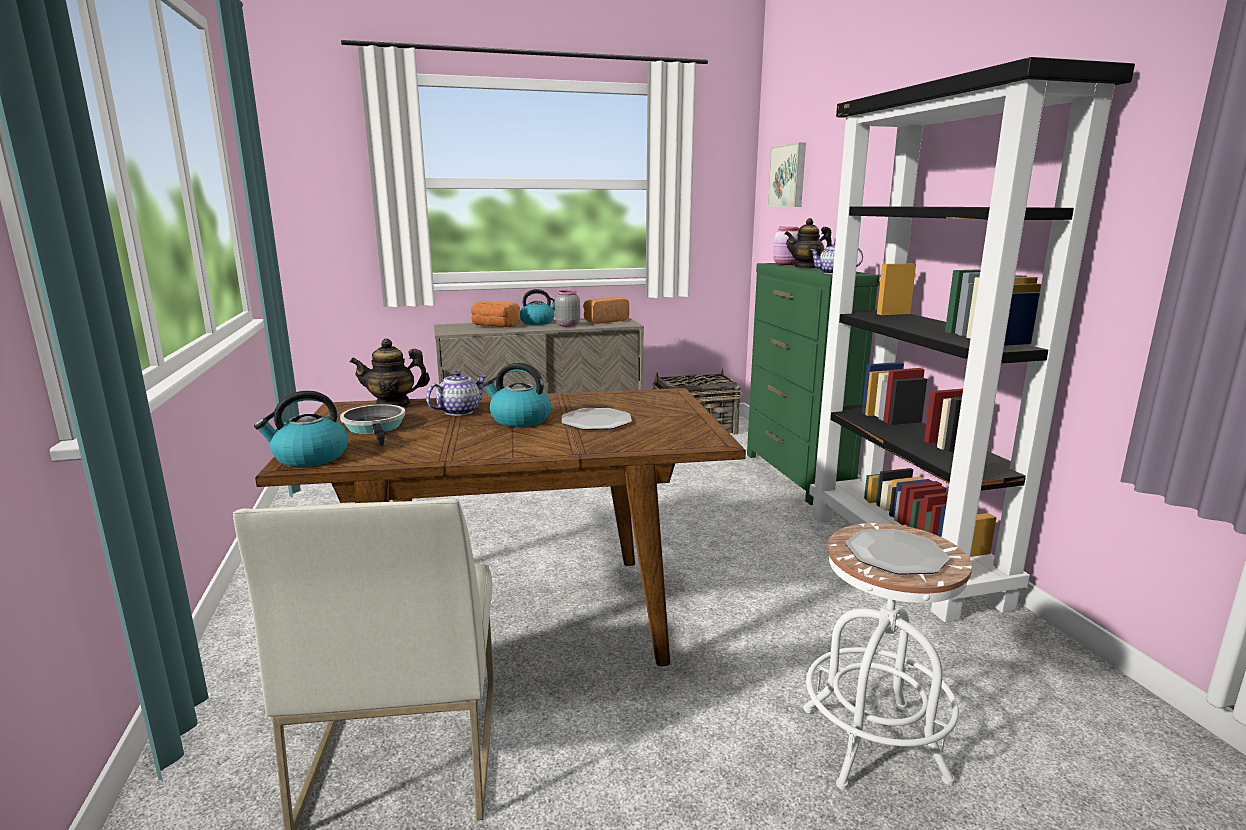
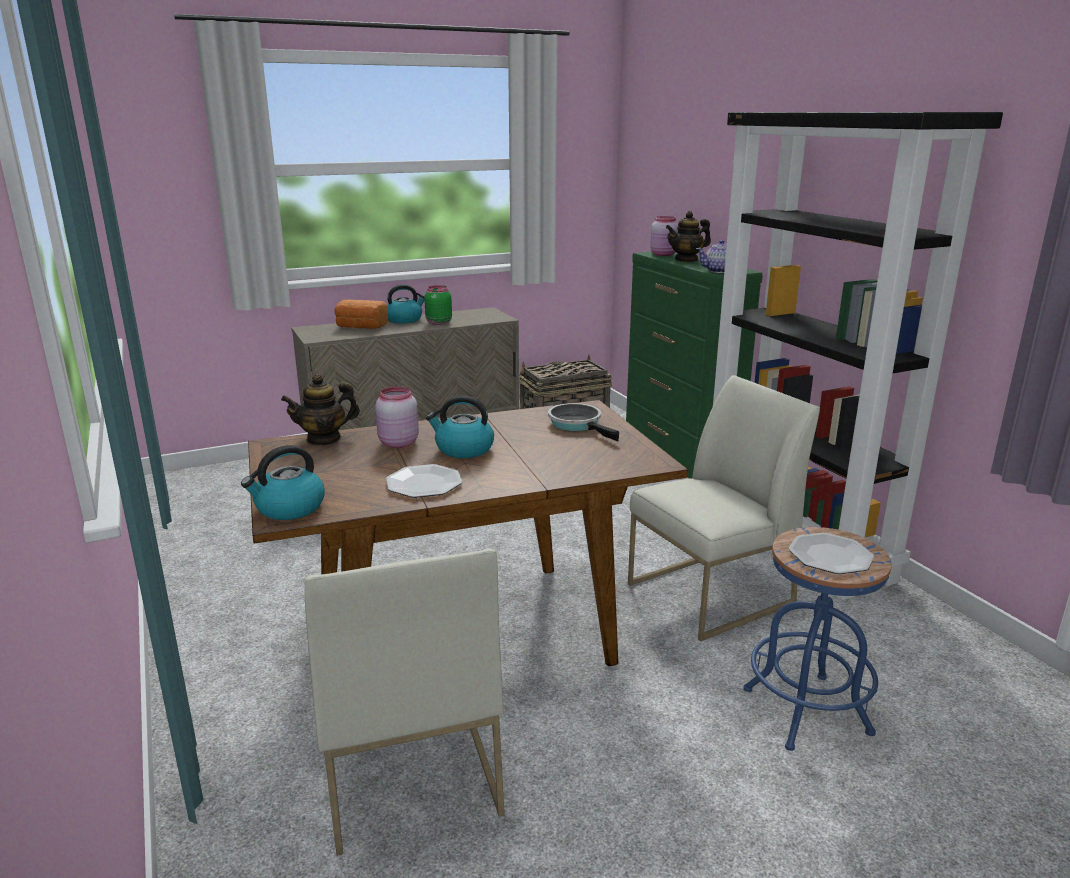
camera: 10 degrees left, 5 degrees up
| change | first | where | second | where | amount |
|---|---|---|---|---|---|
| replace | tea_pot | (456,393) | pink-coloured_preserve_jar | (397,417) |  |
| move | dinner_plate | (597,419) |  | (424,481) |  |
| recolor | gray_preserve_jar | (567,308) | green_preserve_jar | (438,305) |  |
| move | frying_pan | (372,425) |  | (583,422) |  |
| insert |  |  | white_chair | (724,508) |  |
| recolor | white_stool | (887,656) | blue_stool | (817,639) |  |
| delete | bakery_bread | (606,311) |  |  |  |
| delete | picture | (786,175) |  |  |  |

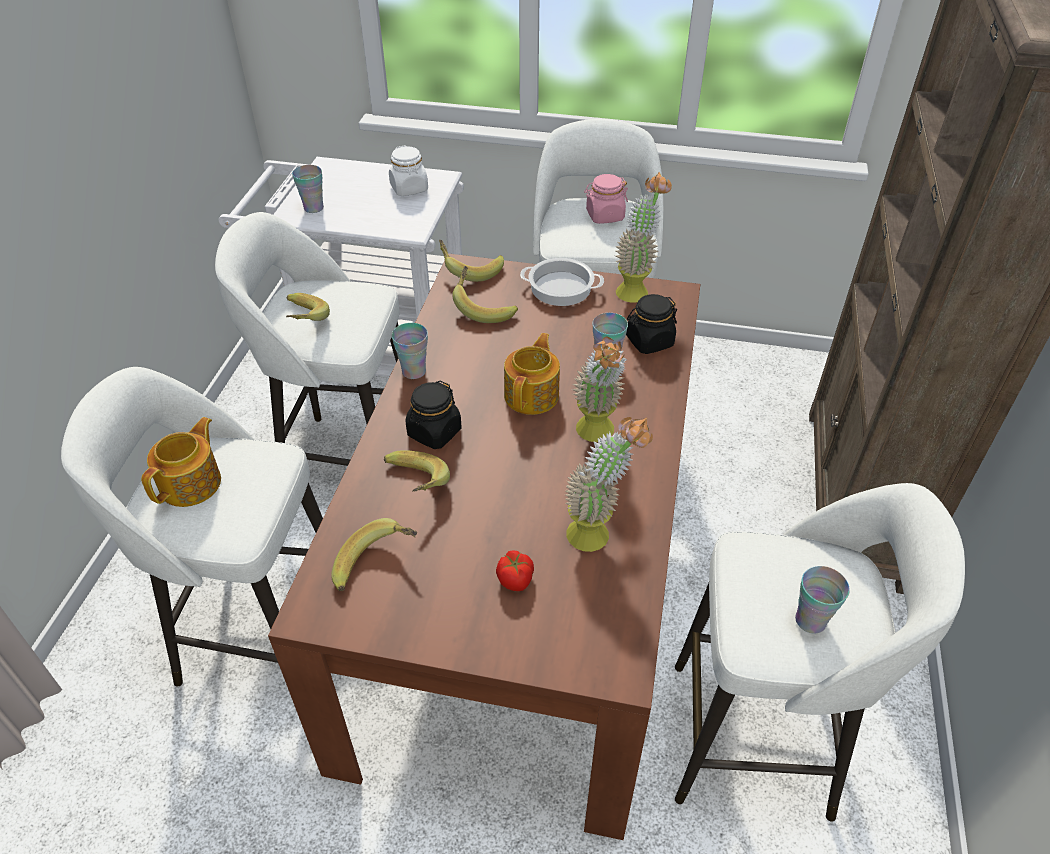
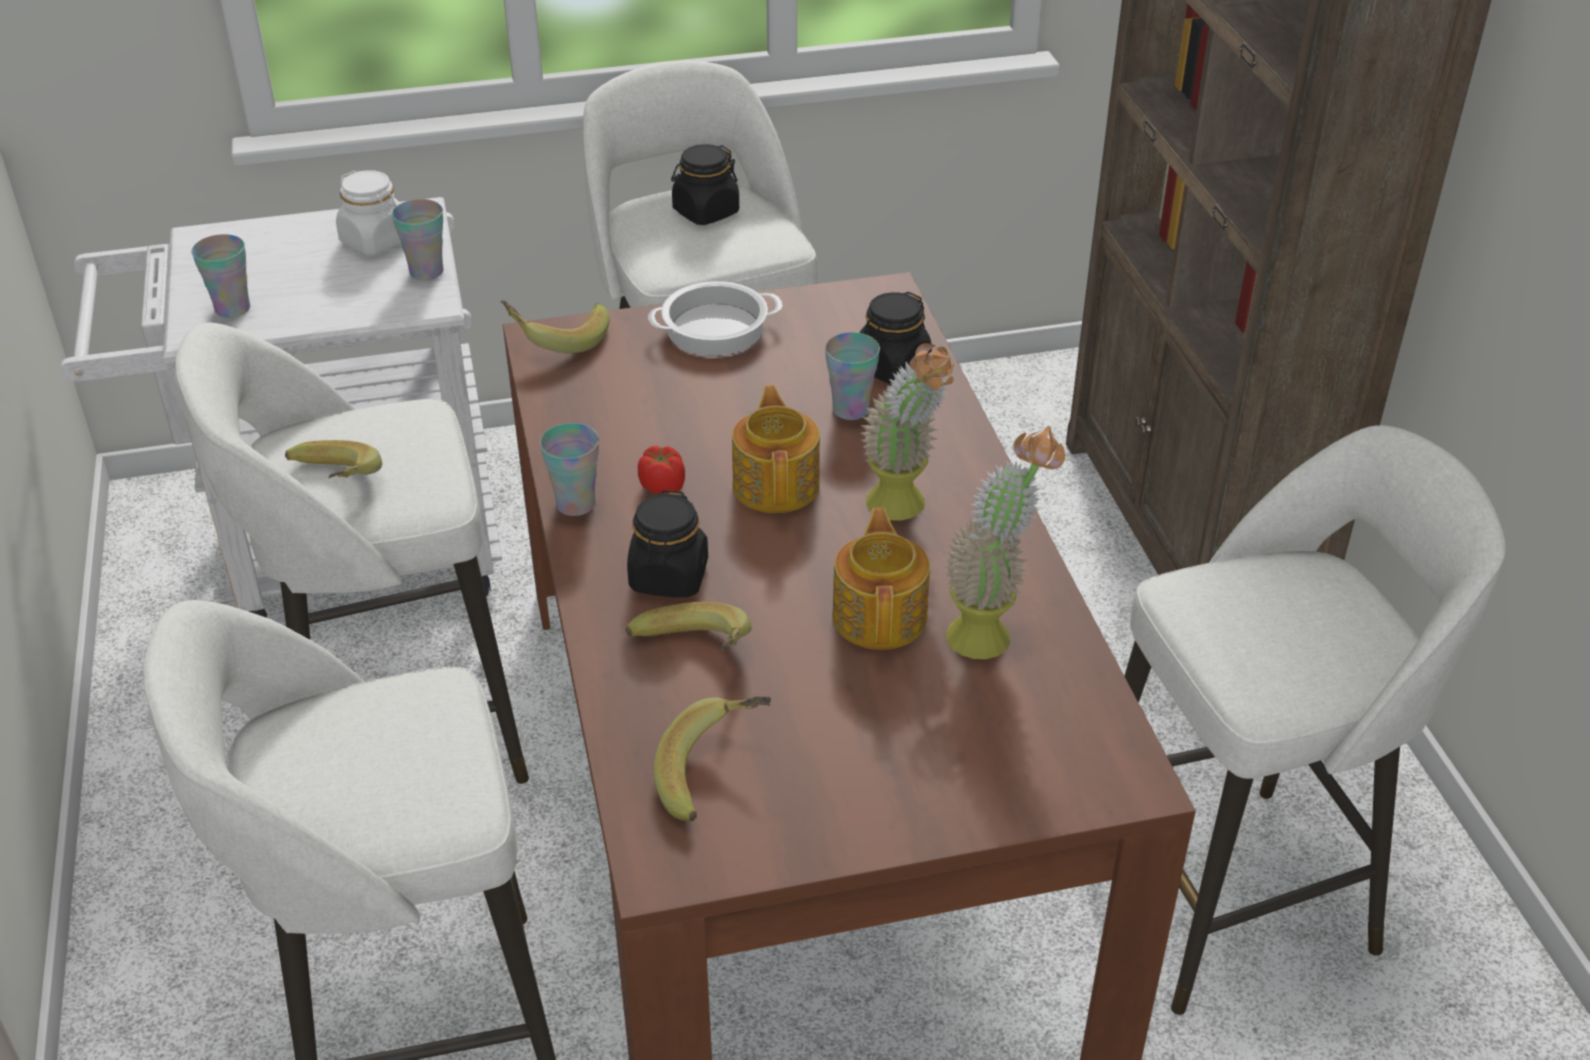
camera: 25 degrees left, 5 degrees down
| change | first | where | second | where | amount |
|---|---|---|---|---|---|
| move | drinking_cup | (822,600) |  | (418,239) |  |
| move | fresh_tomato | (515,570) |  | (661,470) |  |
| recolor | pink-coloured_preserve_jar | (606,199) | black-coloured_preserve_jar | (705,184) |  |
| move | tea_pot | (181,462) |  | (881,579) |  |
| delete | banana | (485,294) |  |  |  |
| delete | houseplant | (643,237) |  |  |  |

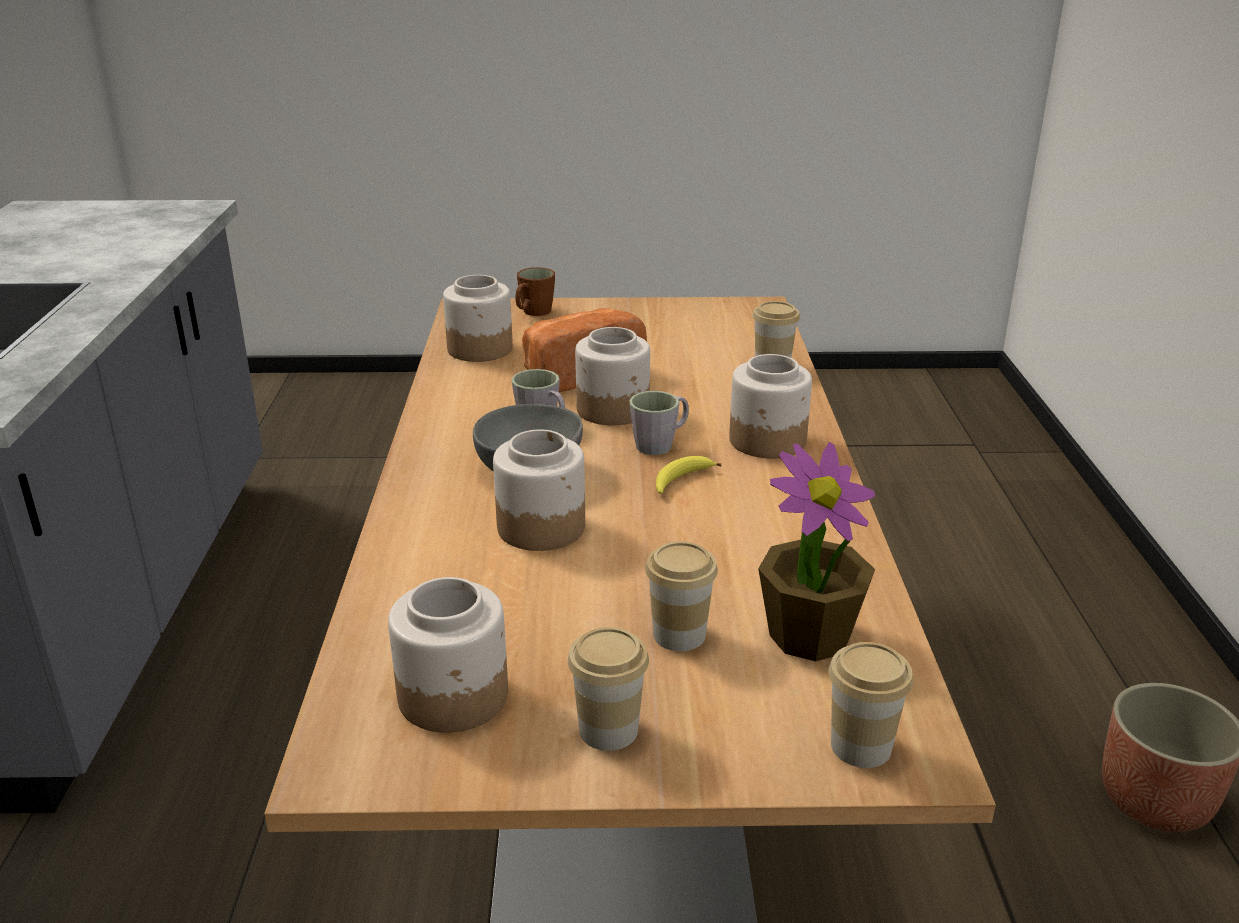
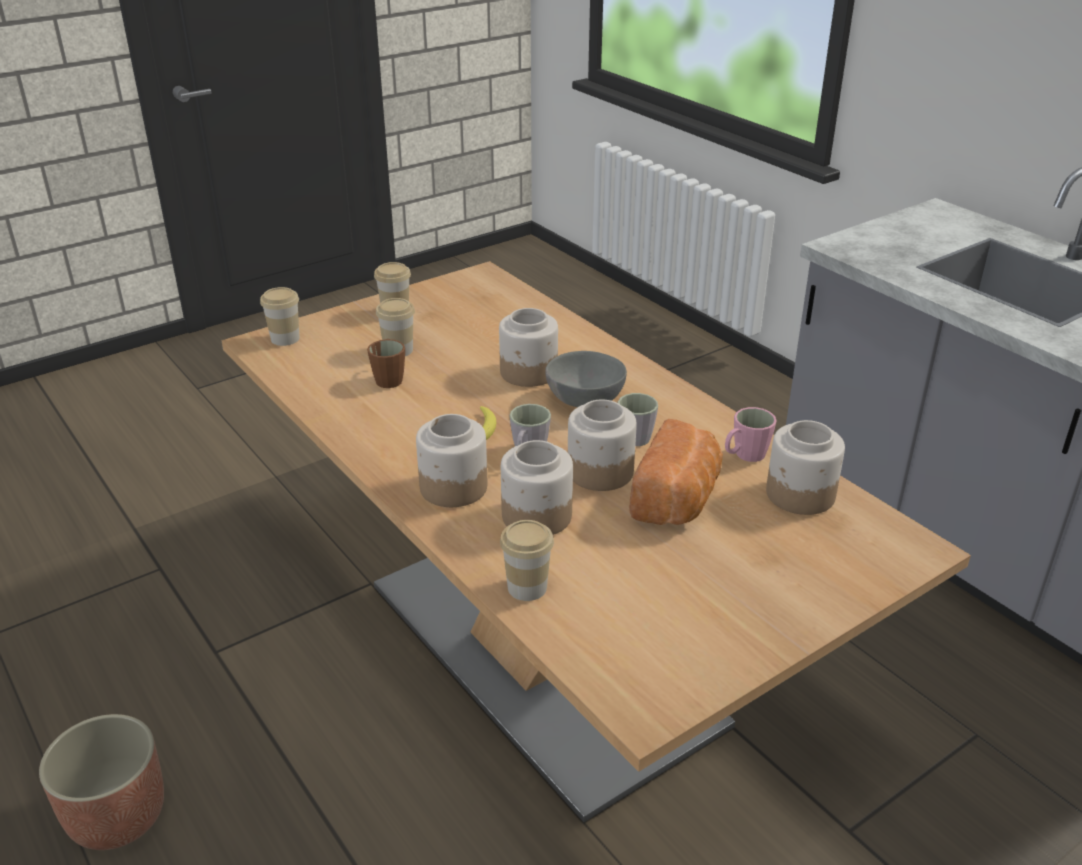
camera: 145 degrees right, 5 degrees up
| change | first | where | second | where | amount |
|---|---|---|---|---|---|
| move | brown-coloured_coffee_mug | (535,291) |  | (386,363) |  |
| move | preserve_jar | (448,655) |  | (537,487) |  |
| insert |  |  | pink-coloured_coffee_mug | (751,434) |  |
| delete | houseplant | (816,551) |  |  |  |

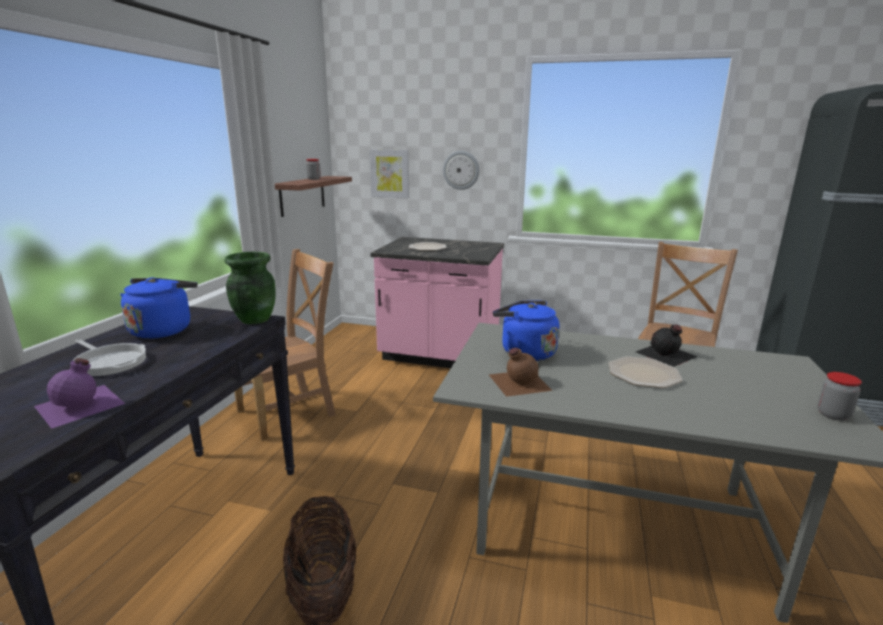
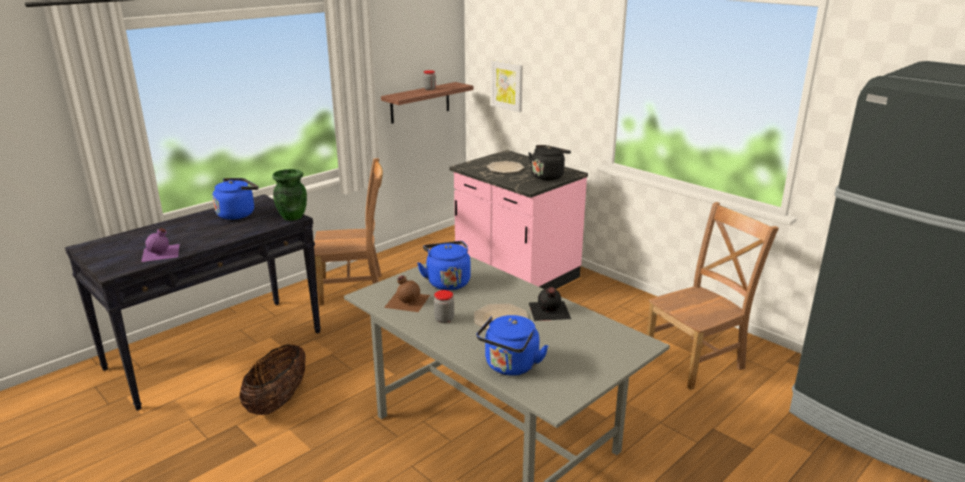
camera: 30 degrees right, 5 degrees up
| change | first | where | second | where | amount |
|---|---|---|---|---|---|
| move | preserve_jar | (839,396) |  | (444,306) |  |
| insert |  |  | blue_tea_kettle | (512,345) |  |
| insert |  |  | black-coloured_tea_kettle | (549,162) |  |
| delete | frying_pan | (109,357) |  |  |  |
| delete | hanging_clock | (461,170) |  |  |  |

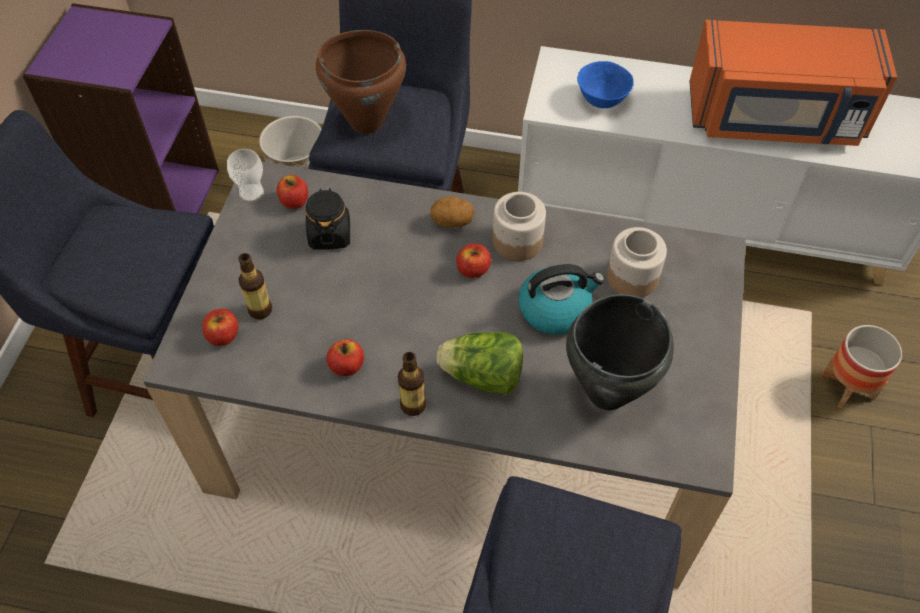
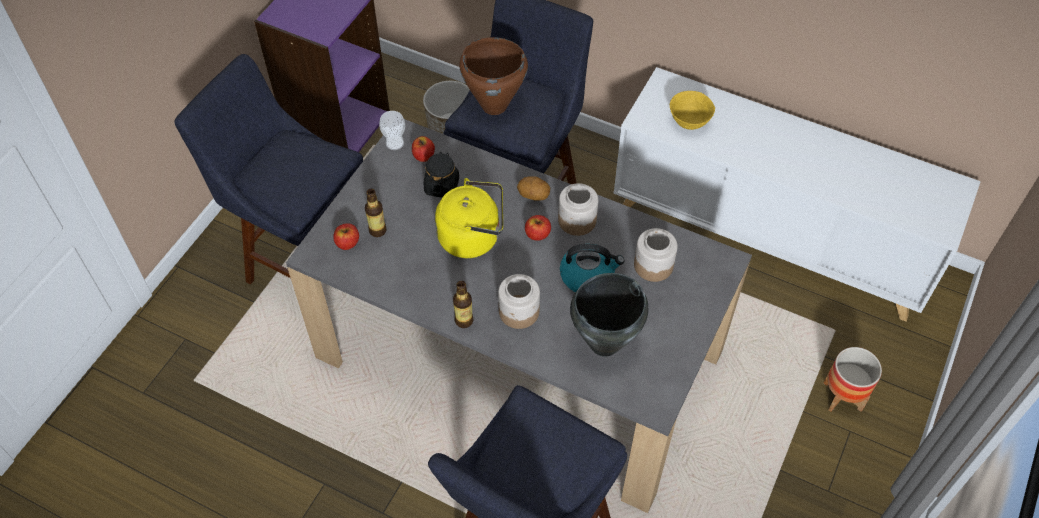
camera: 15 degrees right, 0 degrees up
| change | first | where | second | where | amount |
|---|---|---|---|---|---|
| insert |  |  | yellowish_tea_kettle | (469,218) |  |
| replace | head_of_lettuce | (480,363) | preserve_jar | (519,301) |  |
| recolor | blue_deep_dish | (605,84) | yellowish_deep_dish | (692,110) |  |
| delete | apple | (345,357) |  |  |  |
| delete | orangey_microwave | (793,83) |  |  |  |

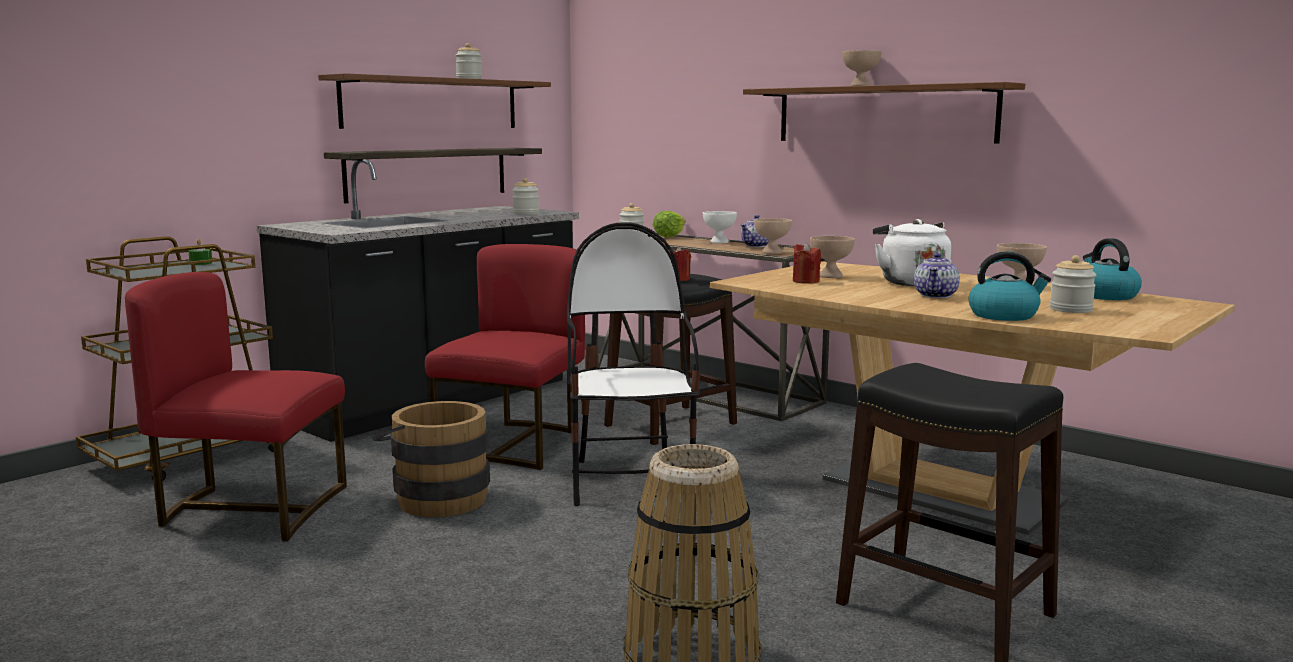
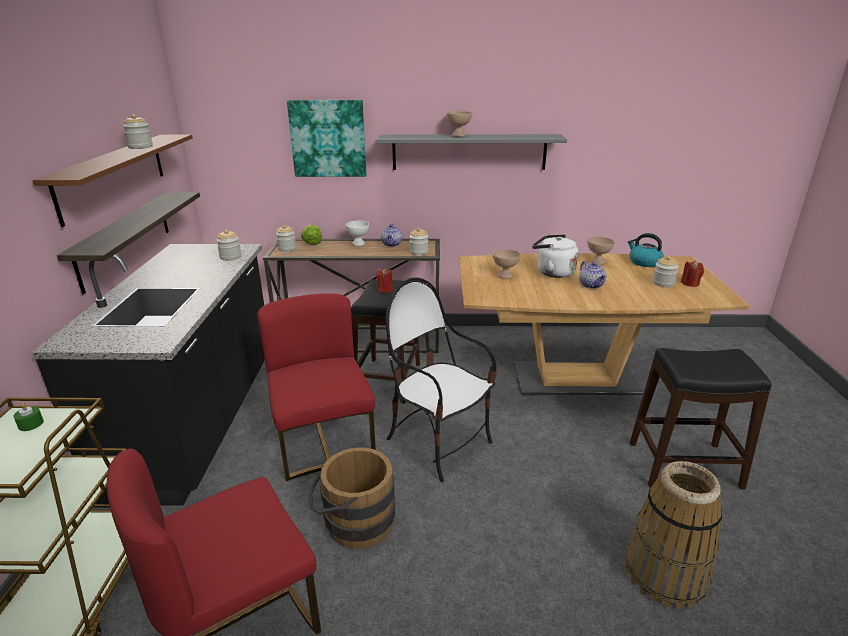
camera: 40 degrees left, 15 degrees up
| change | first | where | second | where | amount |
|---|---|---|---|---|---|
| insert |  |  | picture | (327,138) |  |
| recolor | brown-coloured_shelf | (884,113) | gray_shelf | (471,152) |  |
| replace | beige-coloured_deep_dish | (773,236) | preserve_jar | (419,241) |  |
| move | red-coloured_wax_candle | (807,263) |  | (692,274) |  |
| delete | tea_kettle | (1010,286) |  |  |  |

